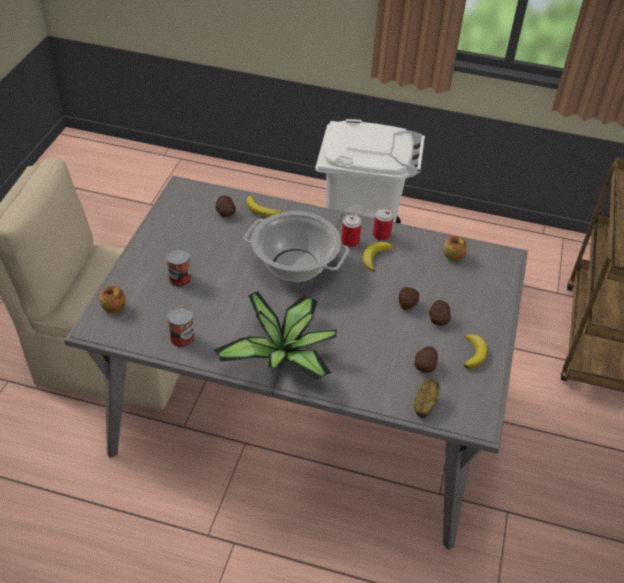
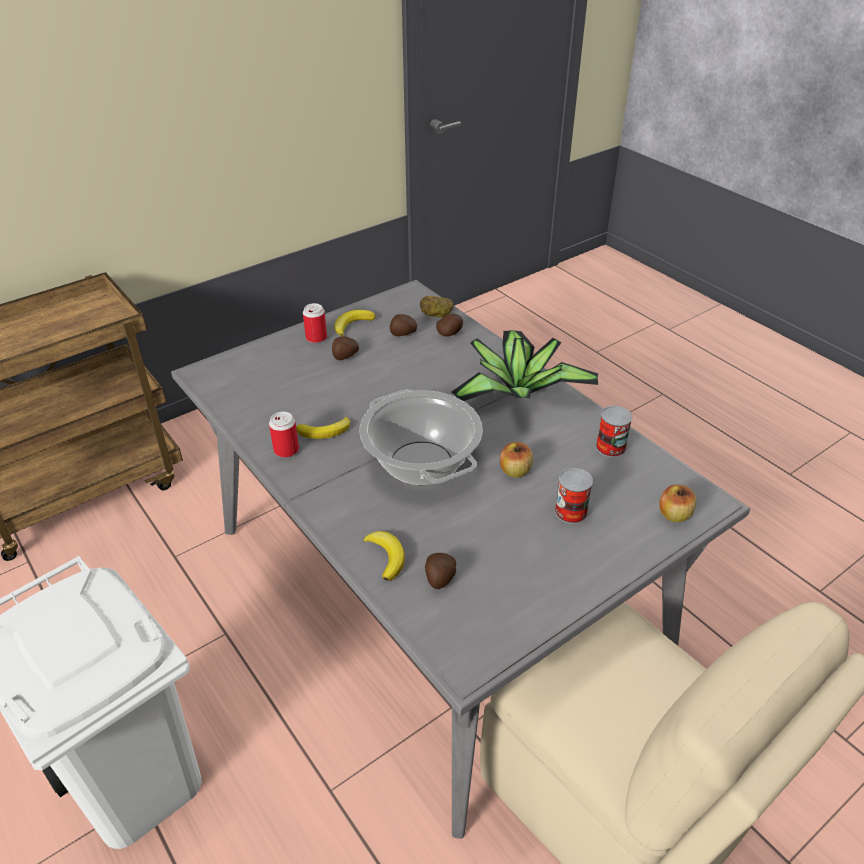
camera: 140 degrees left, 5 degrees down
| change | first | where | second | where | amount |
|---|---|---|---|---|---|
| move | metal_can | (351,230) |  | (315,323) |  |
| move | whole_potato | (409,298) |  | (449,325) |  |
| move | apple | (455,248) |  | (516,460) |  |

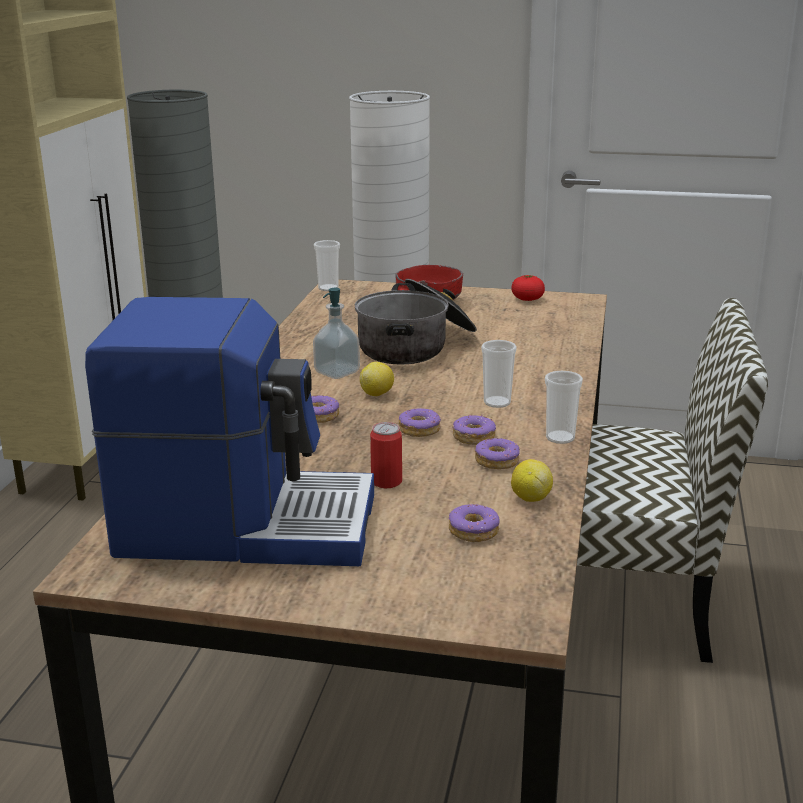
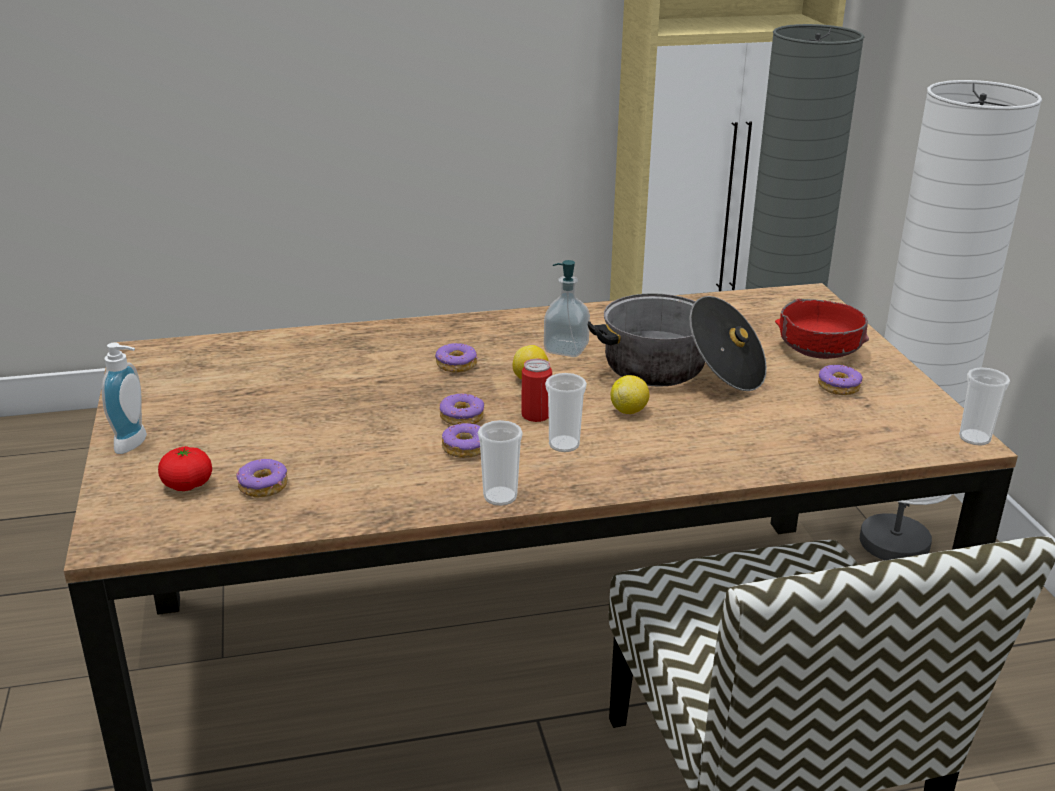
camera: 65 degrees right, 5 degrees up
| change | first | where | second | where | amount |
|---|---|---|---|---|---|
| insert |  |  | liquid_soap_bottle | (124,398) |  |
| move | fresh_tomato | (528,288) |  | (185,468) |  |
| move | metal_can | (386,455) |  | (536,390) |  |
| move | citrus_fruit | (532,480) |  | (630,394) |  |
| move | doughnut | (497,453) |  | (840,380) |  |
| move | drinking_cup | (327,265) |  | (984,406) |  |
| delete | coffee_machine | (229,431) |  |  |  |

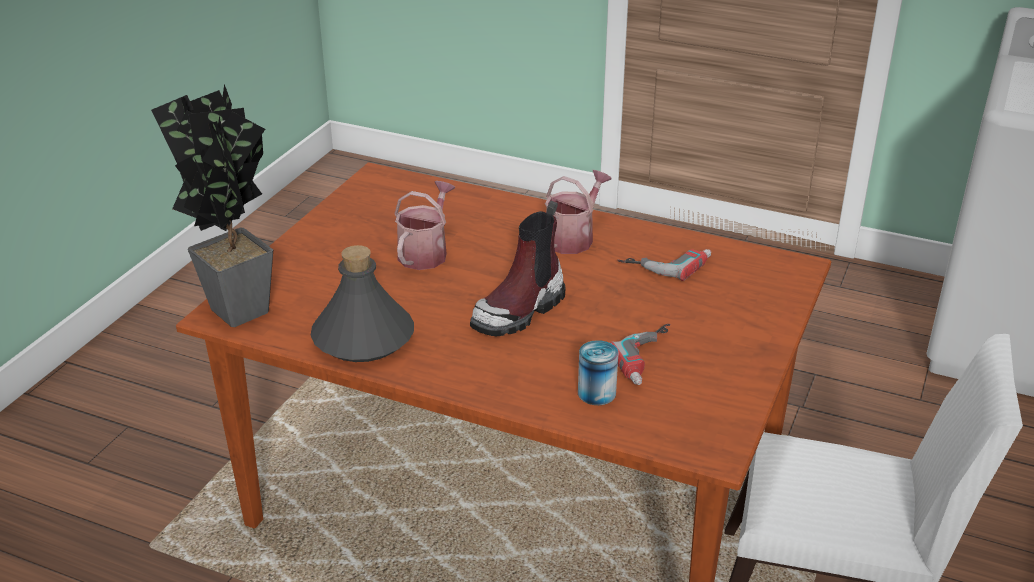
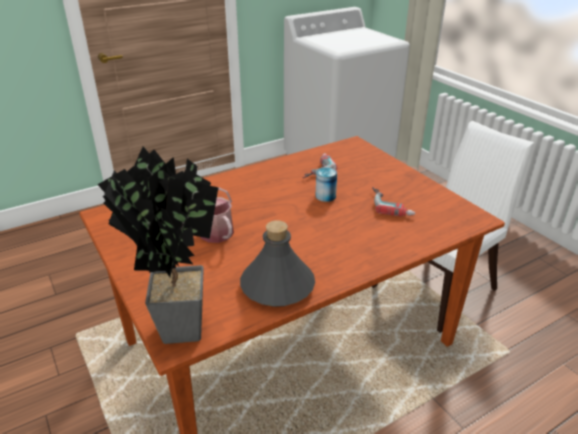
camera: 55 degrees left, 0 degrees up
| change | first | where | second | where | amount |
|---|---|---|---|---|---|
| move | metal_can | (598,372) |  | (326,184) |  |
| delete | high-top_boot | (518,269) |  |  |  |
| delete | sprinkling_can | (578,212) |  |  |  |

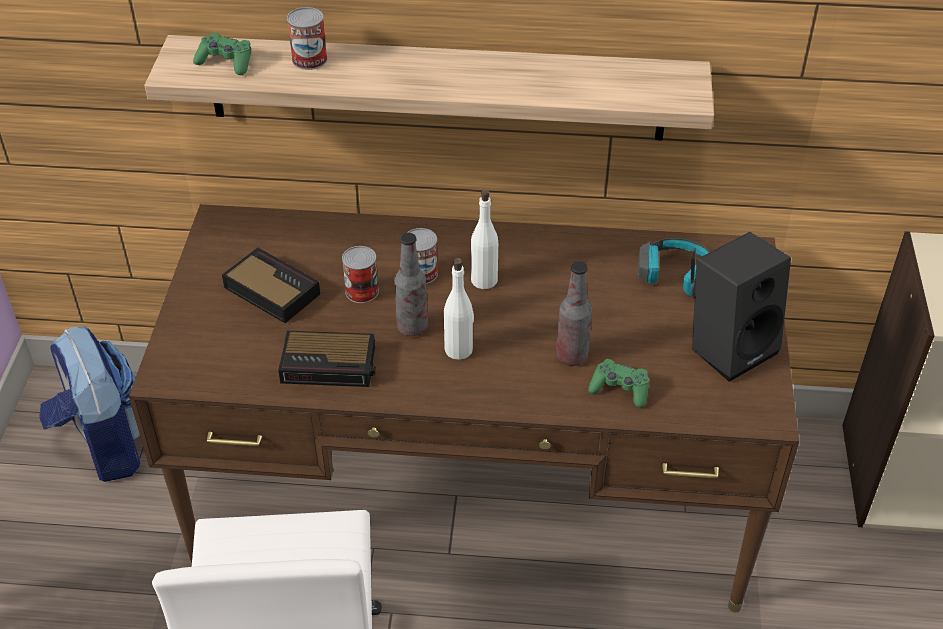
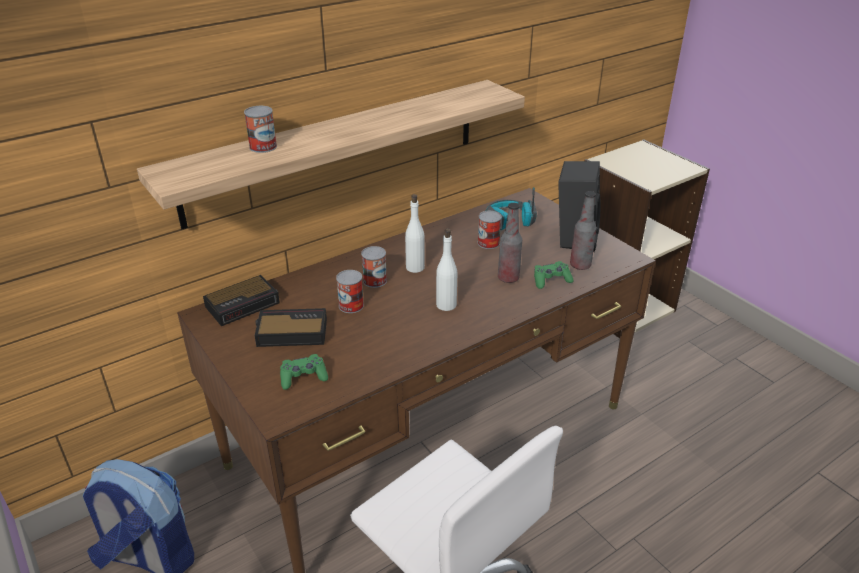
camera: 40 degrees left, 10 degrees down
| change | first | where | second | where | amount |
|---|---|---|---|---|---|
| move | bedside_clock | (327,359) |  | (241,300) |  |
| move | green_gamepad | (222,54) |  | (304,372) |  |
| insert |  |  | metal_can | (490,230) |  |
| move | beverage_bottle | (411,284) |  | (583,230) |  |

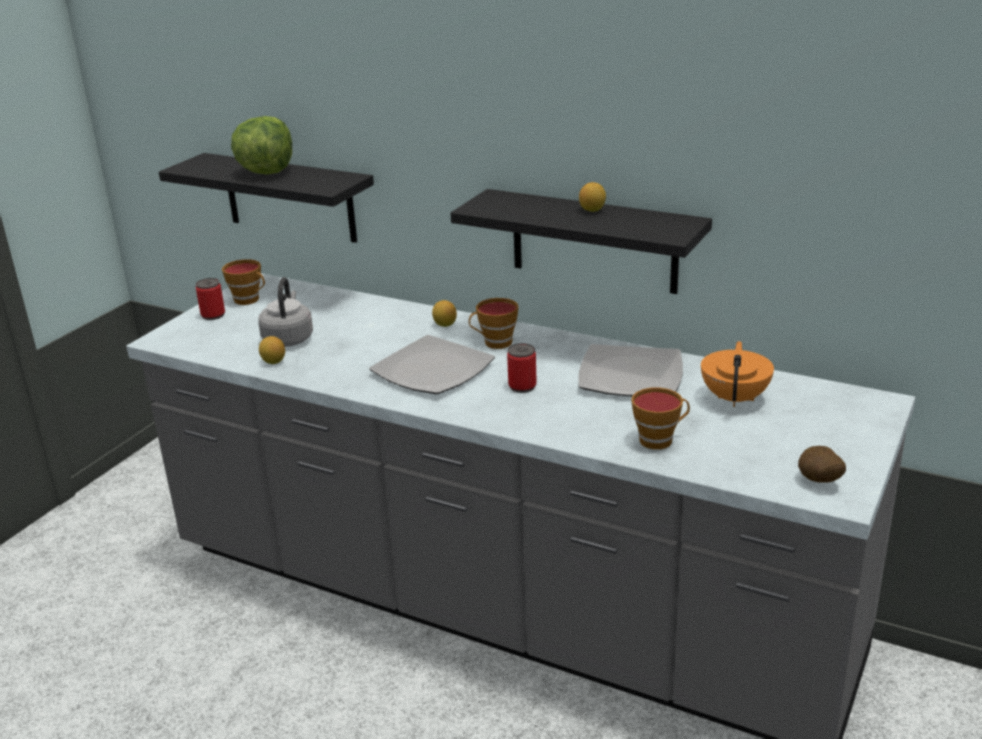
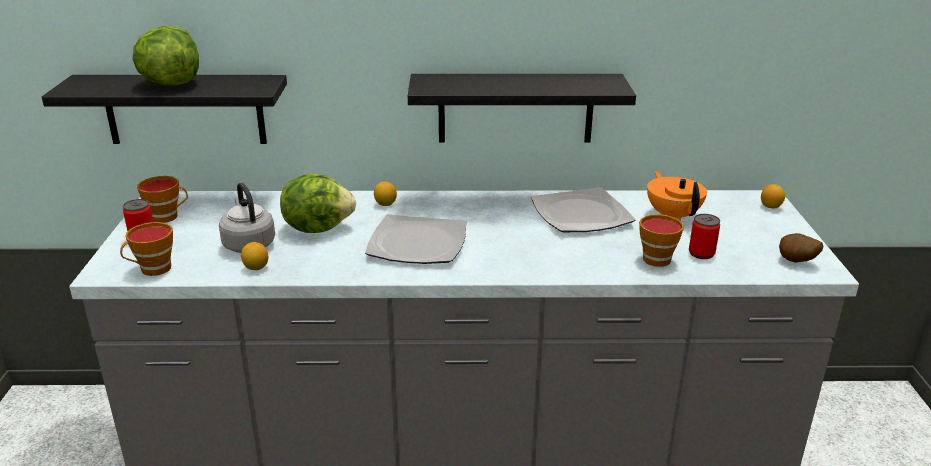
camera: 30 degrees left, 0 degrees up
| change | first | where | second | where | amount |
|---|---|---|---|---|---|
| move | drinking_cup | (494,323) |  | (146,249) |  |
| insert |  |  | head_of_lettuce | (318,203) |  |
| move | metal_can | (522,368) |  | (704,236) |  |
| move | citrus_fruit | (592,197) |  | (773,196) |  |

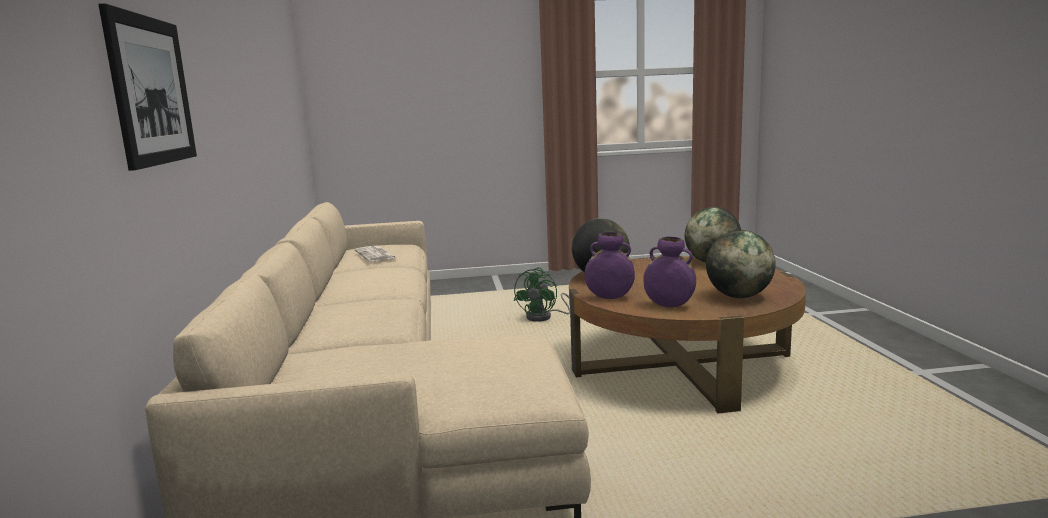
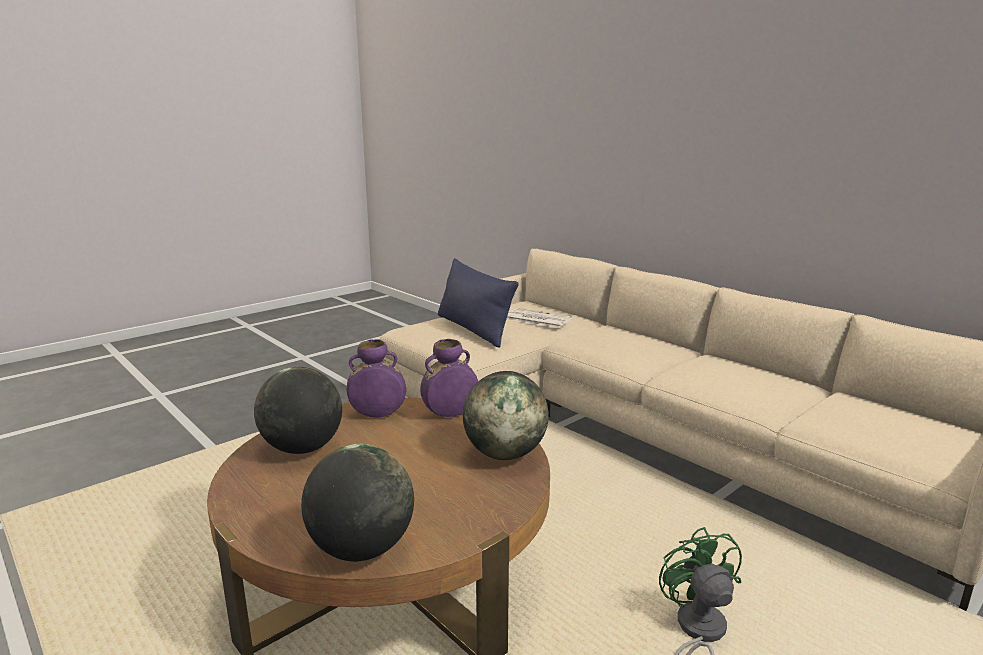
camera: 145 degrees right, 5 degrees up
| change | first | where | second | where | amount |
|---|---|---|---|---|---|
| insert |  |  | blue_throw_pillow | (478,303) |  |
| move | printed_paper | (376,254) |  | (539,318) |  |
| delete | picture | (147,87) |  |  |  |

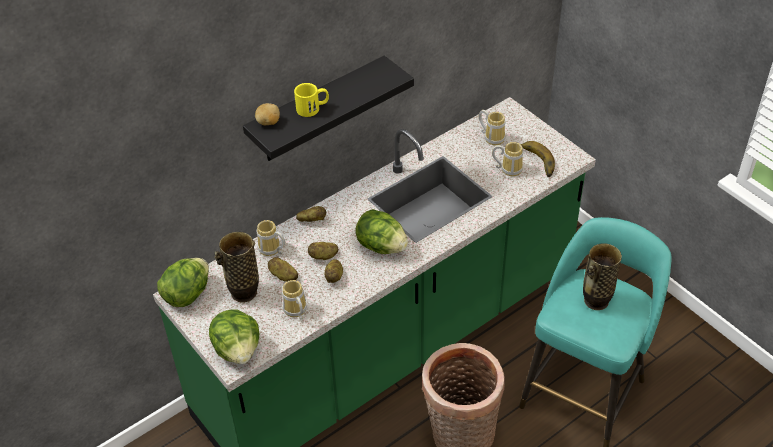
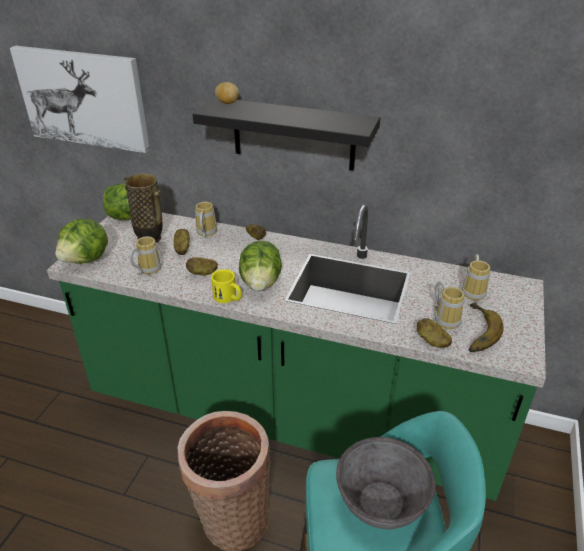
camera: 55 degrees right, 10 degrees down
| change | first | where | second | where | amount |
|---|---|---|---|---|---|
| insert |  |  | picture | (80,99) |  |
| move | yellowish_coffee_mug | (311,100) |  | (226,286) |  |
| replace | decorative_vase | (602,276) | gray_deep_dish | (386,483) |  |
| move | whole_potato | (323,251) |  | (434,333) |  |

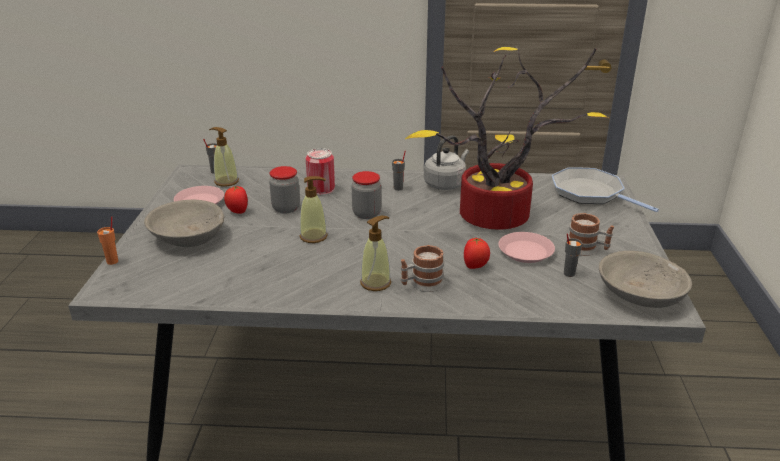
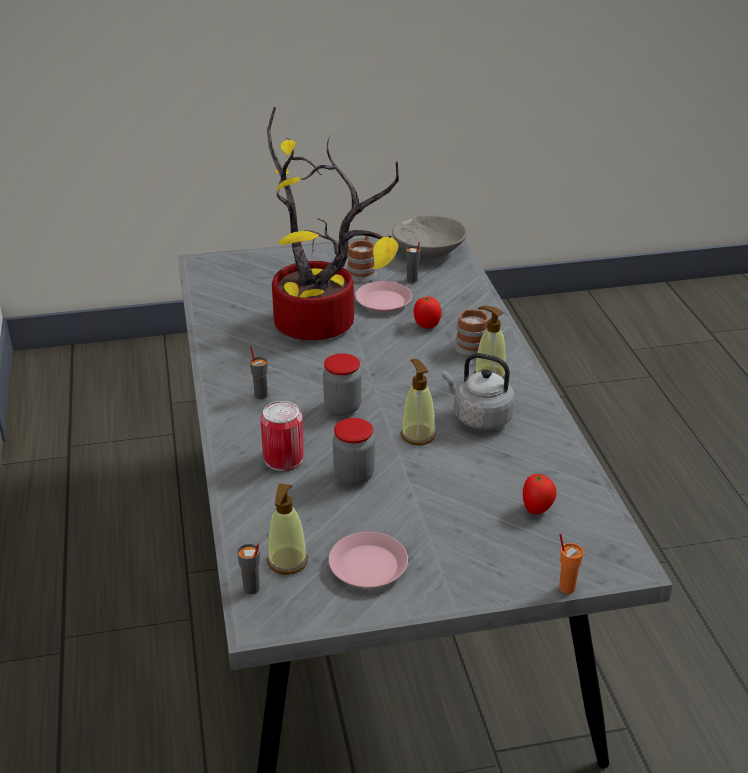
camera: 105 degrees left, 5 degrees up
| change | first | where | second | where | amount |
|---|---|---|---|---|---|
| move | gray_tea_kettle | (446,162) |  | (478,391) |  |
| move | fresh_tomato | (236,200) |  | (540,493) |  |
| delete | gray_deep_dish | (184,223) |  |  |  |
| delete | frying_pan | (605,189) |  |  |  |

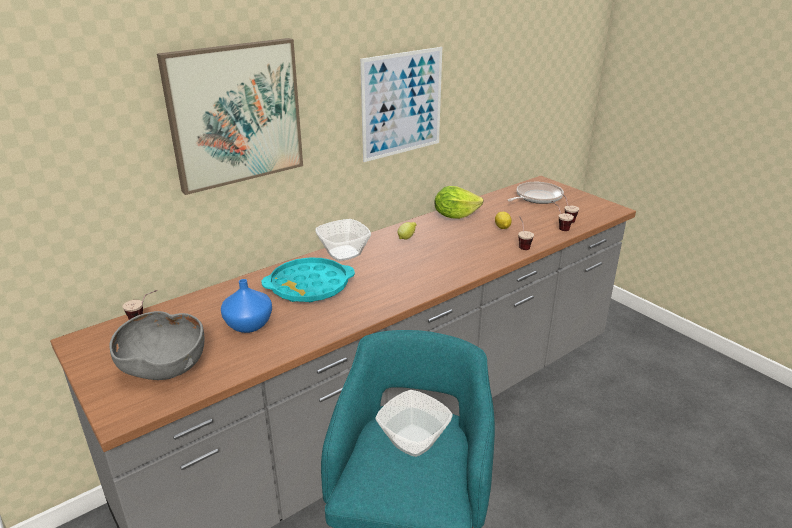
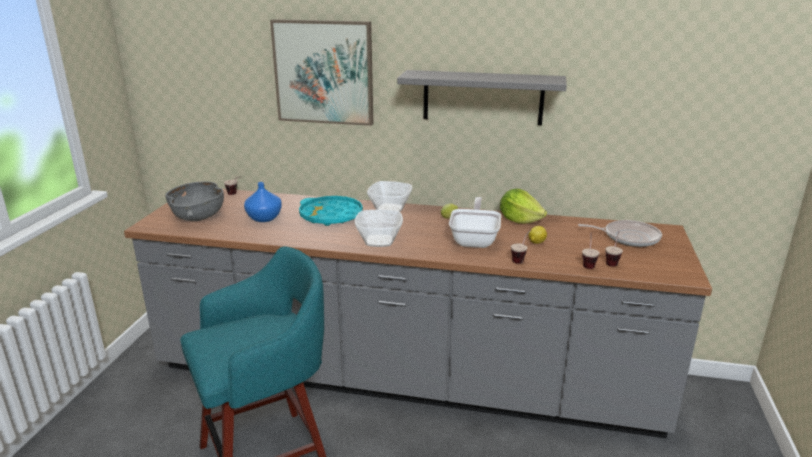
camera: 50 degrees right, 5 degrees down
| change | first | where | second | where | amount |
|---|---|---|---|---|---|
| move | deep_dish | (414,423) |  | (379,228) |  |
| replace | picture | (401,104) | gray_shelf | (482,97) |  |
| insert |  |  | frying_pan | (475,222) |  |

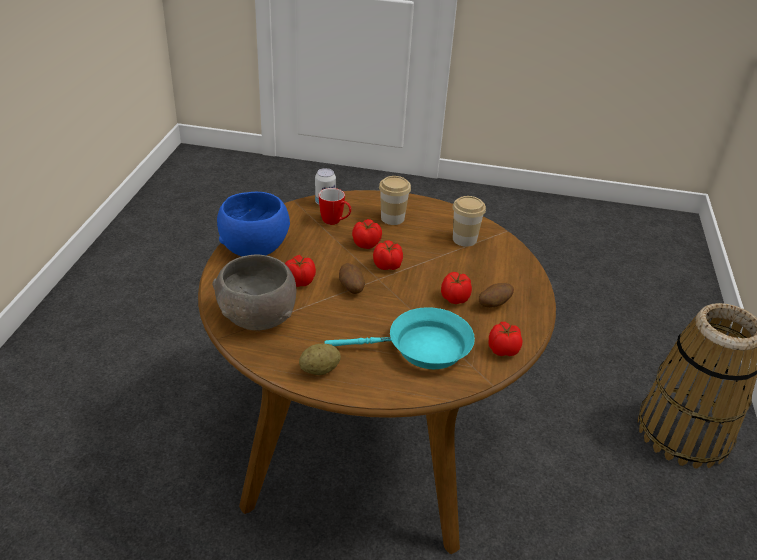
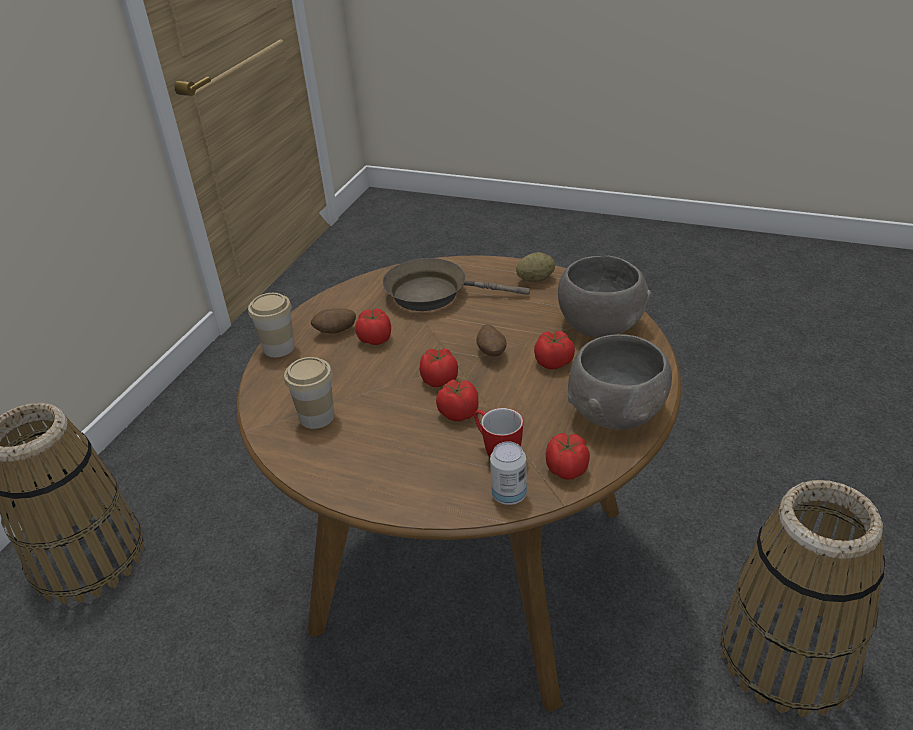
camera: 165 degrees left, 0 degrees up
| change | first | where | second | where | amount |
|---|---|---|---|---|---|
| move | drinking_cup | (395,200) |  | (271,325) |  |
| recolor | turquoise-coloured_frying_pan | (400,338) | brown-coloured_frying_pan | (456,284) |  |
| move | fresh_tomato | (506,339) |  | (568,456) |  |
| recolor | blue_deep_dish | (253,224) | gray_deep_dish | (620,382) |  |
| insert |  |  | basket | (802,598) |  |

